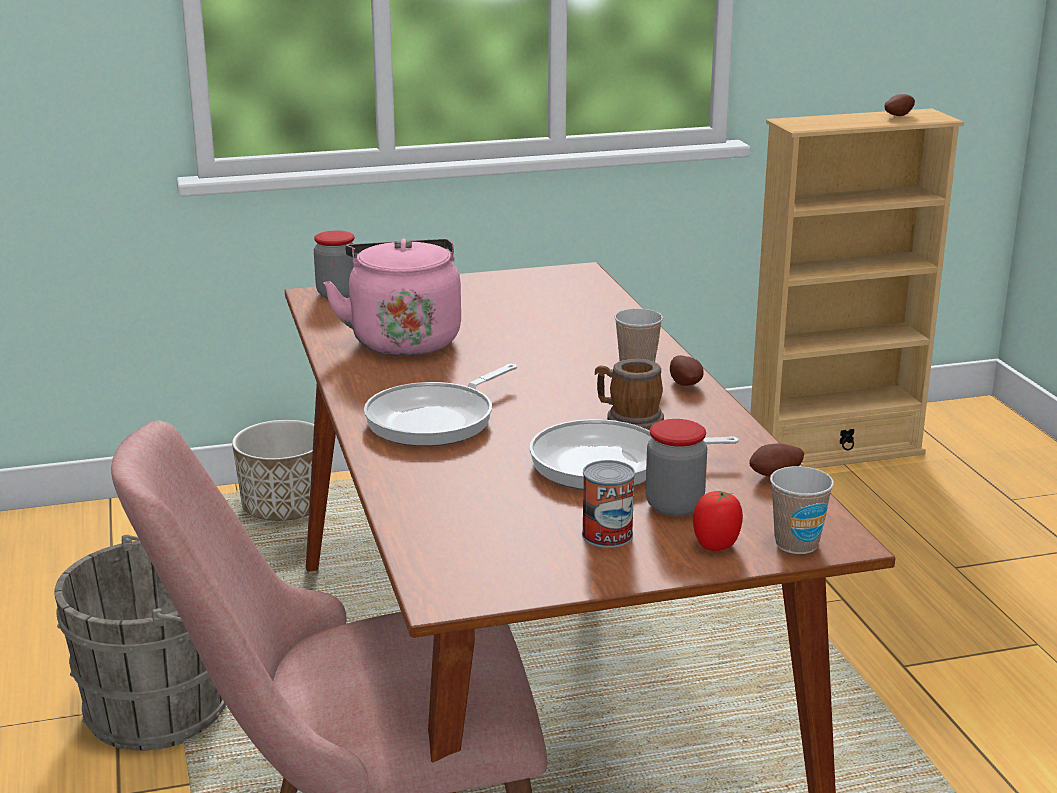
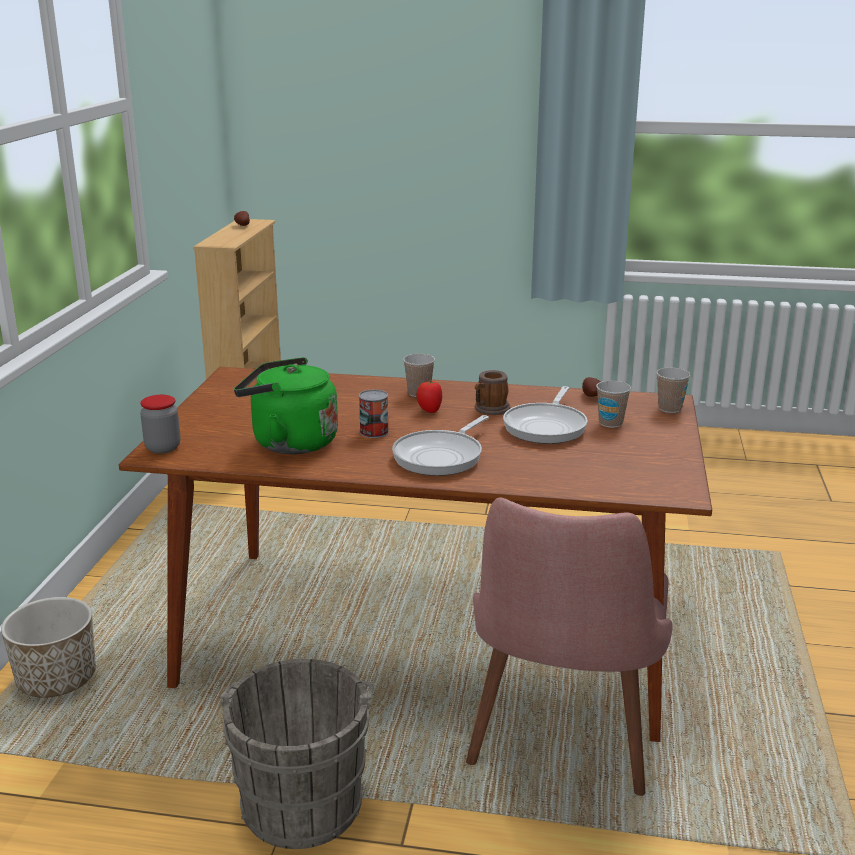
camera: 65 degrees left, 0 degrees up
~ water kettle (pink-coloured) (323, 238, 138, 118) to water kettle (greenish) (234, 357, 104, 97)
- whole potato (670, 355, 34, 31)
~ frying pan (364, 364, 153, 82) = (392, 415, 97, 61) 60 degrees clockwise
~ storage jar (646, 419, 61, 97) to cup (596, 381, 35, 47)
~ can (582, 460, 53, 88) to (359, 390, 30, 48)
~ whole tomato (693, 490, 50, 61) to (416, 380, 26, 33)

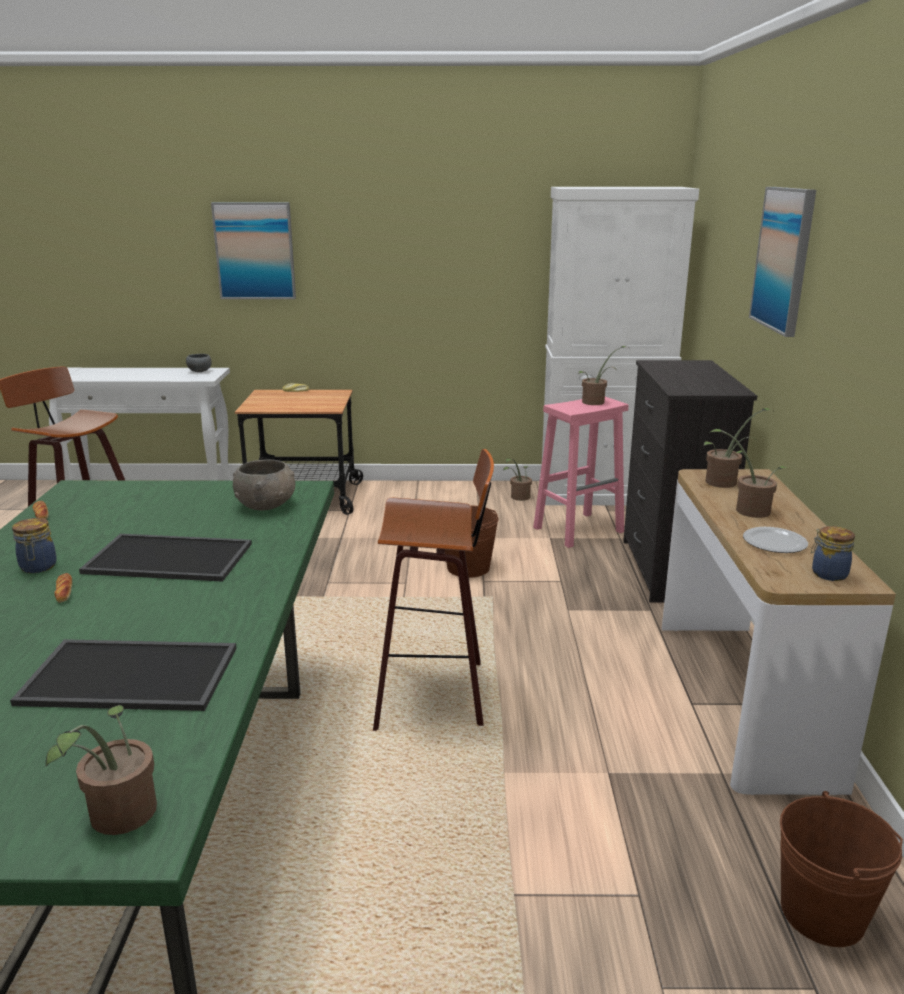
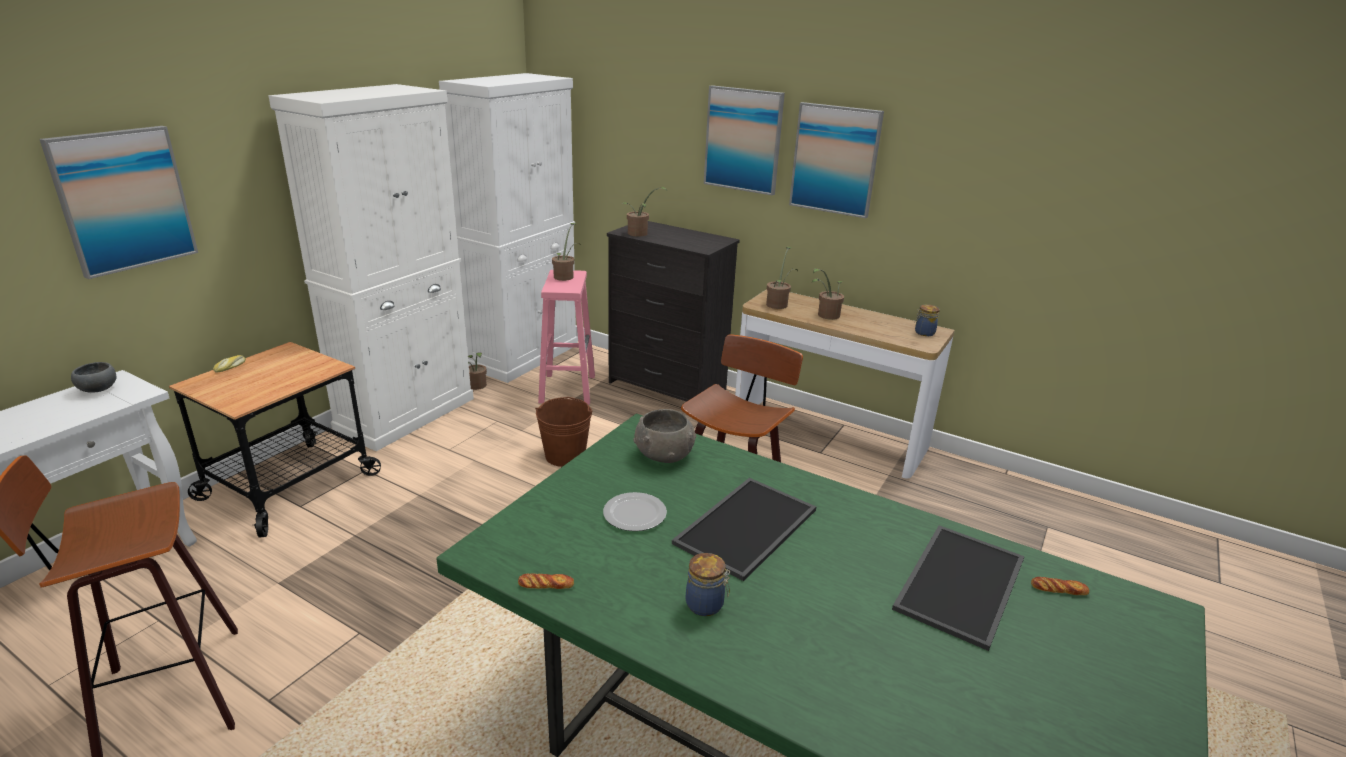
camera: 60 degrees left, 5 degrees up
~ dinner plate (743, 527, 65, 26) to (603, 492, 64, 39)
~ baked bread (54, 573, 18, 30) to (1031, 577, 58, 18)
~ plant in a pot (46, 705, 111, 130) to (622, 187, 45, 50)
- water bucket (brownish) (780, 791, 123, 156)
+ cabinet (white-coloured) (268, 84, 206, 367)
+ wall art (789, 102, 95, 116)

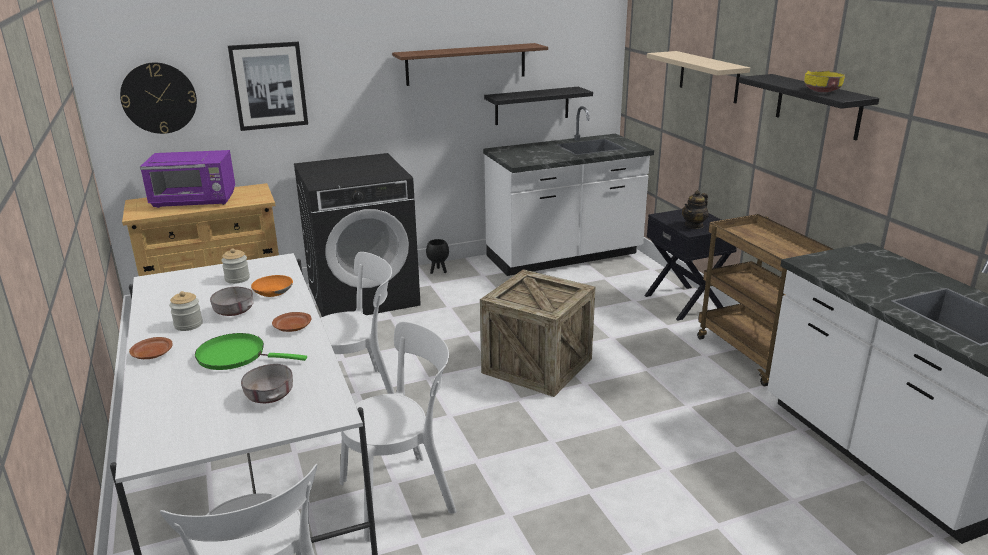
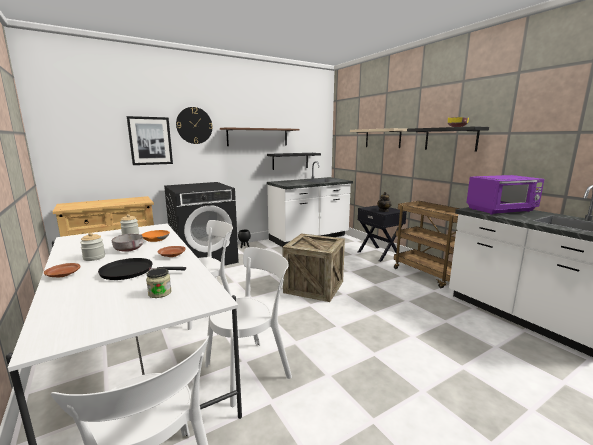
camera: 10 degrees left, 10 degrees down
~ hanging clock (120, 63, 77, 71) to (176, 107, 37, 37)
~ microwave oven (purplish) (140, 150, 95, 58) to (466, 175, 78, 40)
~ frying pan (greenish) (195, 333, 112, 37) to frying pan (black) (98, 258, 88, 22)
~ bowl (greyish) (241, 364, 52, 39) to storage jar (146, 268, 26, 30)

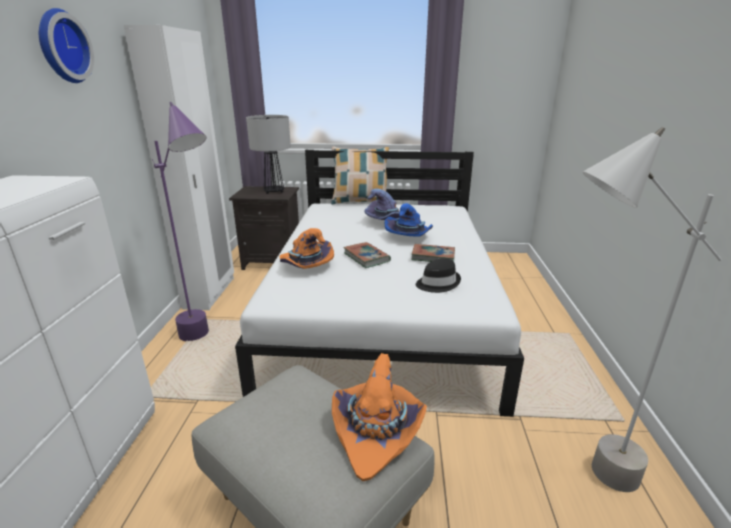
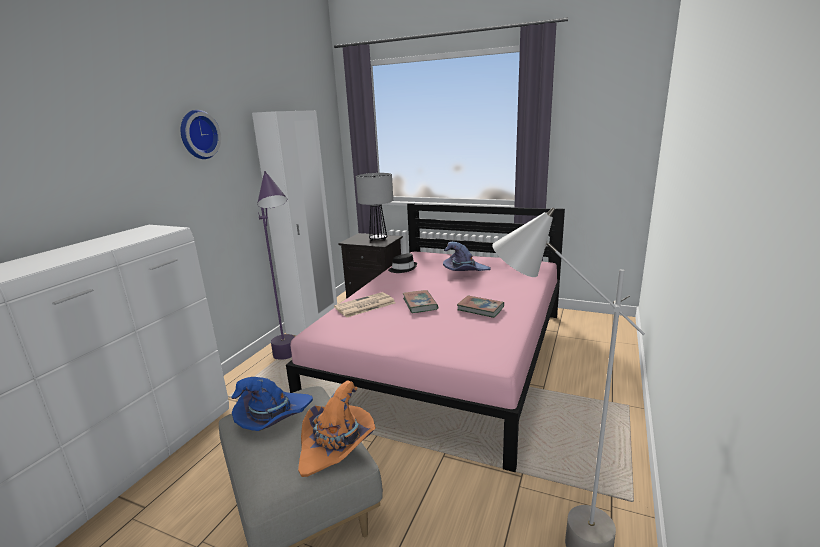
camera: 20 degrees right, 5 degrees down
- throw pillow (331, 147, 58, 58)
~ sleeping bed (white-coloured) (235, 150, 289, 267) to sleeping bed (pink-coloured) (286, 203, 279, 269)
~ hat (blue) (385, 203, 48, 33) to (231, 377, 82, 54)
~ hat (orangey) (280, 228, 54, 41) to printed paper (334, 292, 61, 26)
~ hat (black) (416, 258, 45, 35) to (388, 253, 29, 20)

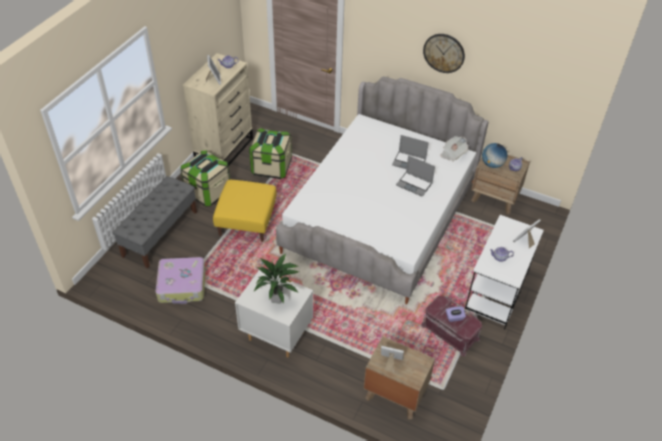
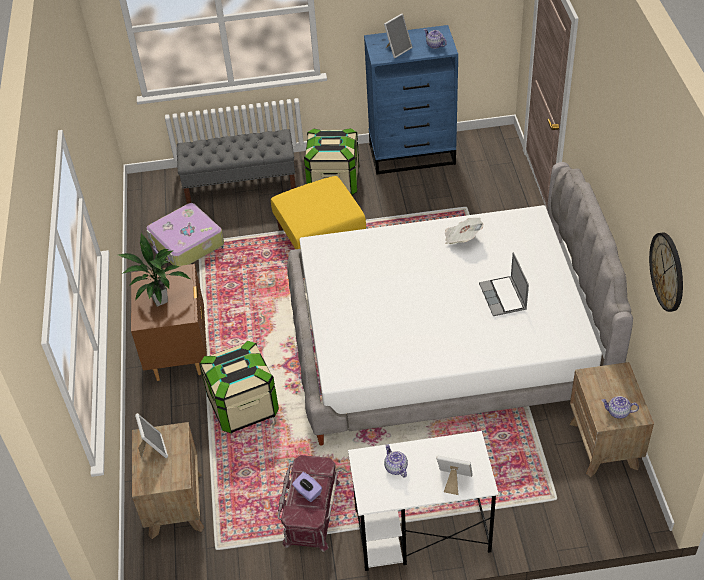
camera: 60 degrees right, 0 degrees up
~ hanging clock (423, 34, 42, 39) to (649, 232, 34, 80)
~ drawer chest (sand-coloured) (183, 53, 70, 113) to drawer chest (blue) (364, 25, 94, 150)
~ storage container (249, 128, 43, 51) to (199, 341, 80, 92)
~ printed paper (440, 136, 28, 26) to (445, 218, 38, 26)
- globe (482, 143, 26, 25)
- portable computer (396, 155, 39, 42)
~ bedside table (white-coloured) (235, 270, 78, 88) to bedside table (brownish) (131, 264, 76, 117)

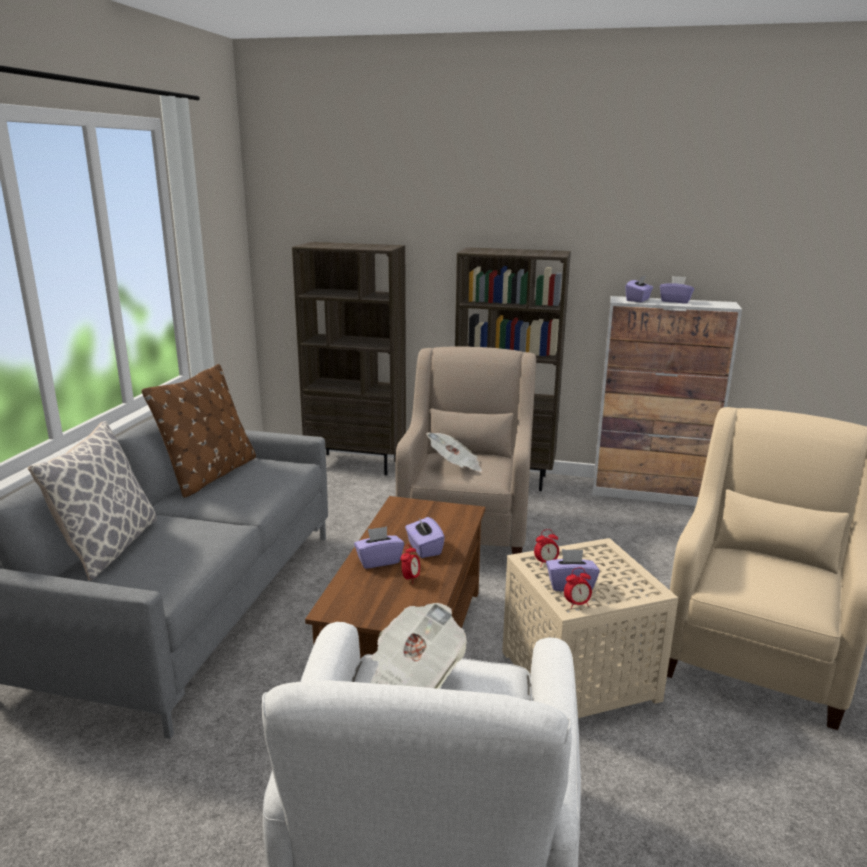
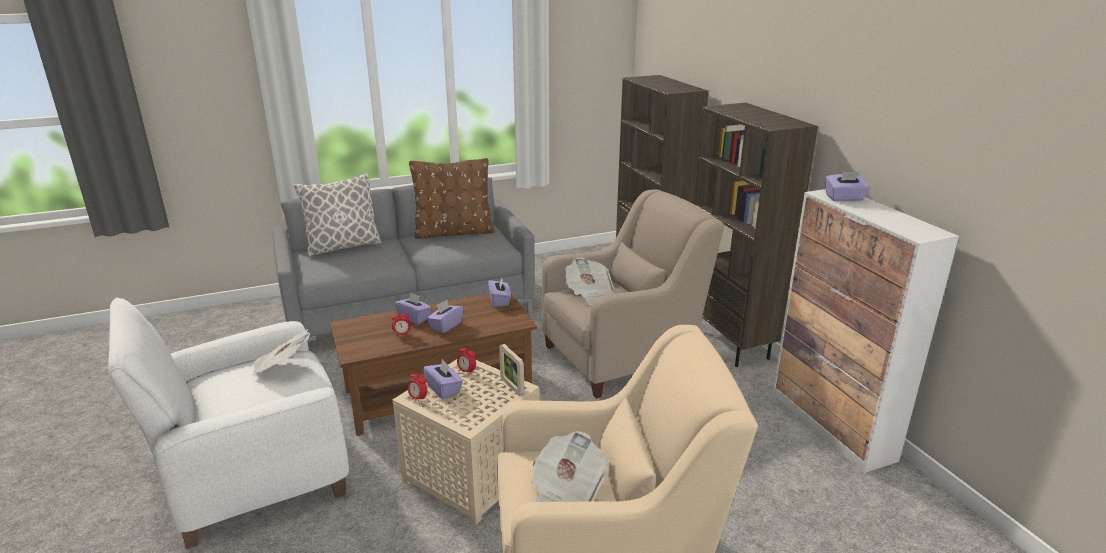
camera: 55 degrees right, 5 degrees up
~ tissue box (purplish) (660, 276, 34, 27) to (488, 278, 23, 29)
+ picture frame (499, 344, 25, 52)
+ printed paper (531, 431, 78, 71)

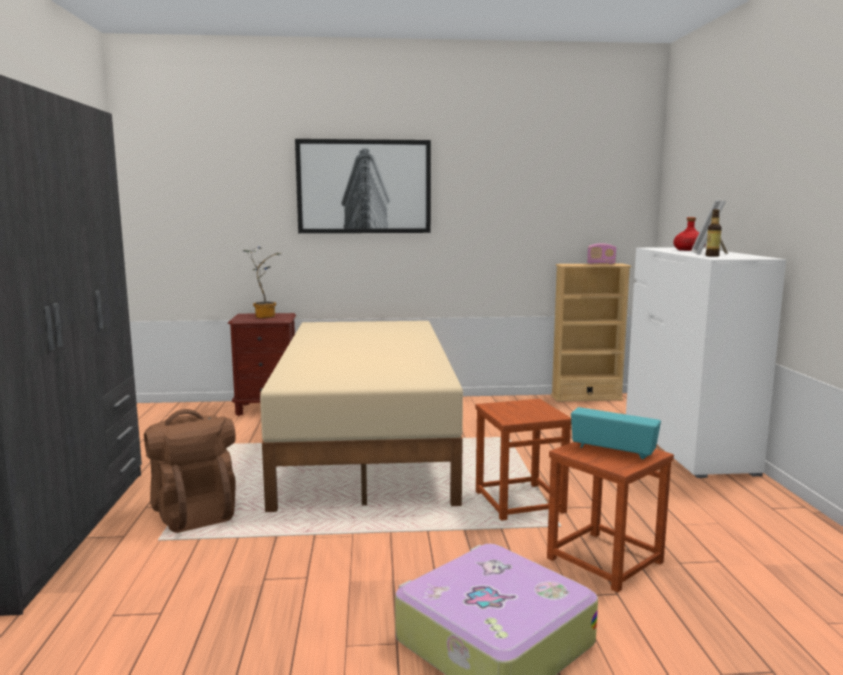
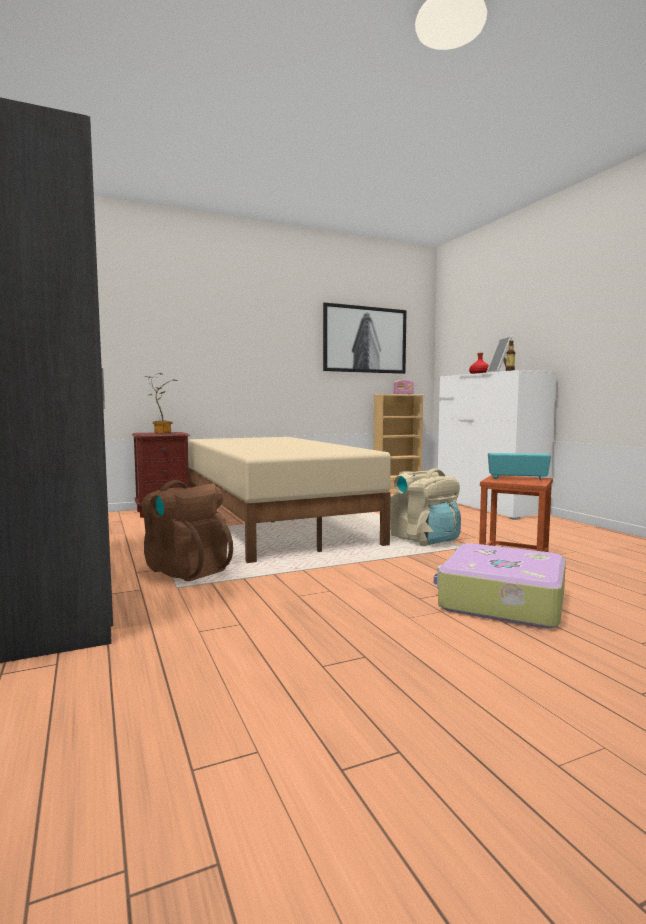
camera: 20 degrees left, 5 degrees down
~ wall art (295, 139, 136, 94) to (323, 302, 84, 72)
~ stool seat (brownish) (476, 399, 95, 122) to knapsack (sand-coloured) (390, 468, 71, 78)

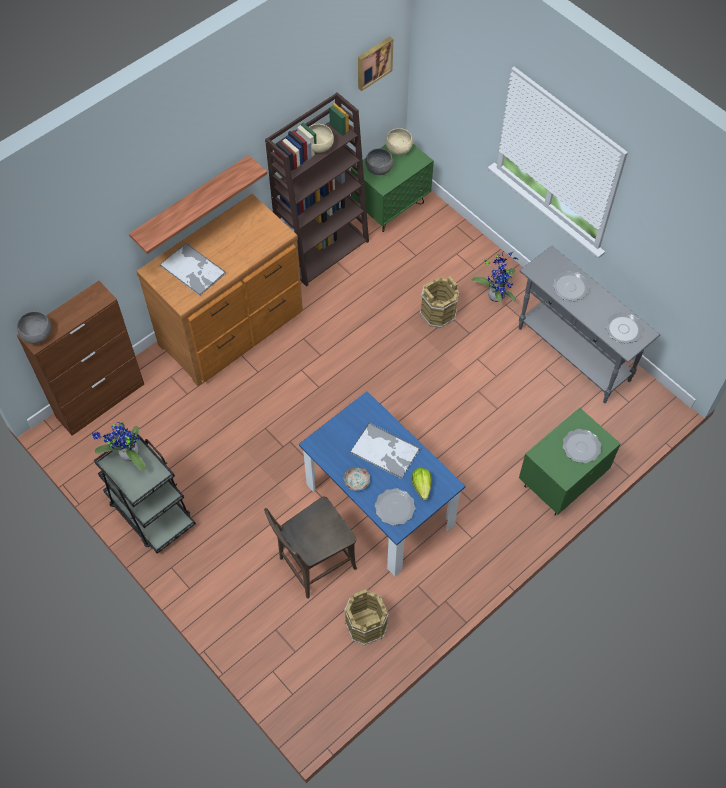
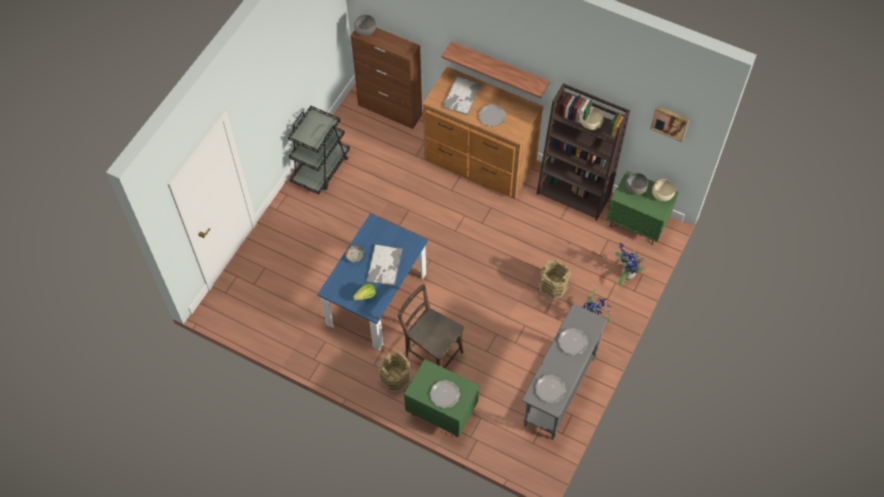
camera: 70 degrees right, 0 degrees up
~ plant in a pot (92, 421, 54, 50) to (615, 243, 30, 43)
~ dinner plate (375, 488, 40, 38) to (479, 105, 27, 22)
~ upright chair (brownish) (264, 497, 93, 102) to (398, 284, 66, 84)
~ water bucket (brownish) (344, 589, 44, 56) to (378, 352, 32, 41)

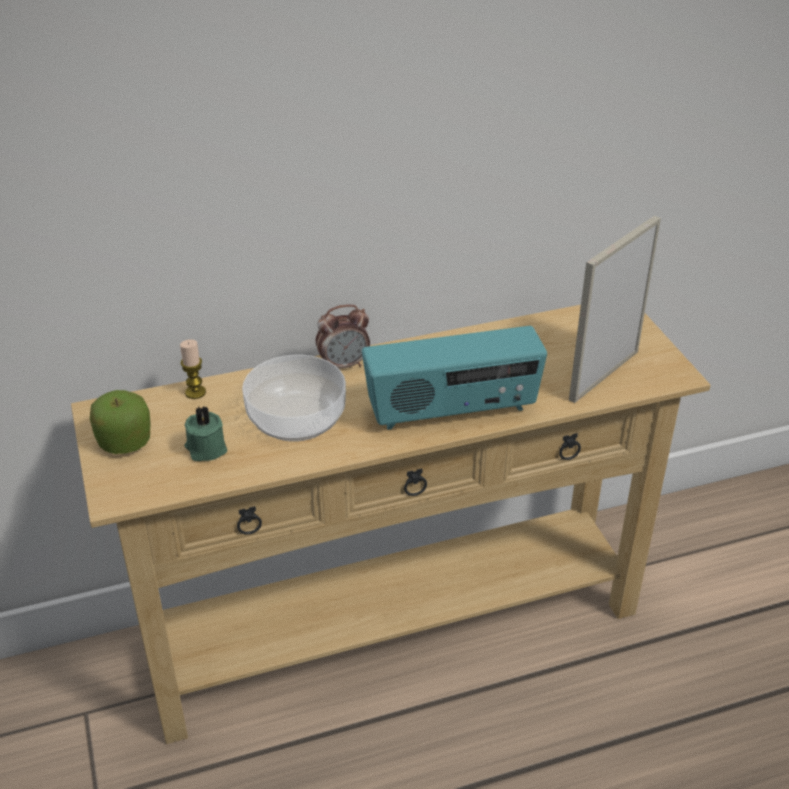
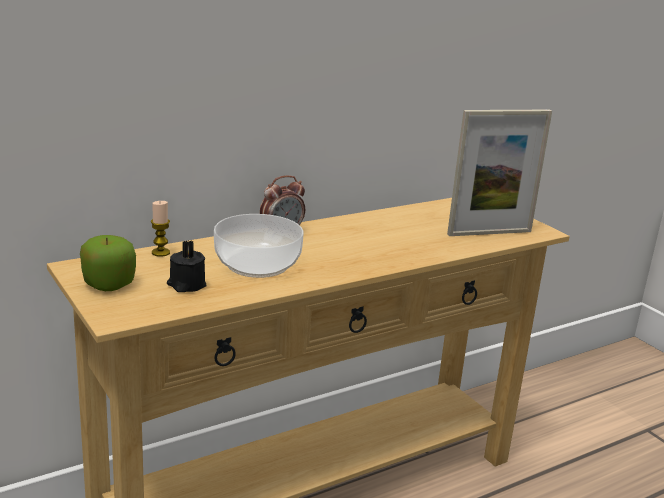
camera: 15 degrees left, 15 degrees down
~ picture frame (569, 216, 92, 187) = (447, 110, 105, 126) 135 degrees counterclockwise
- radio (362, 326, 185, 104)
~ candle (greenish) (184, 406, 43, 55) to candle (black) (167, 240, 39, 52)

